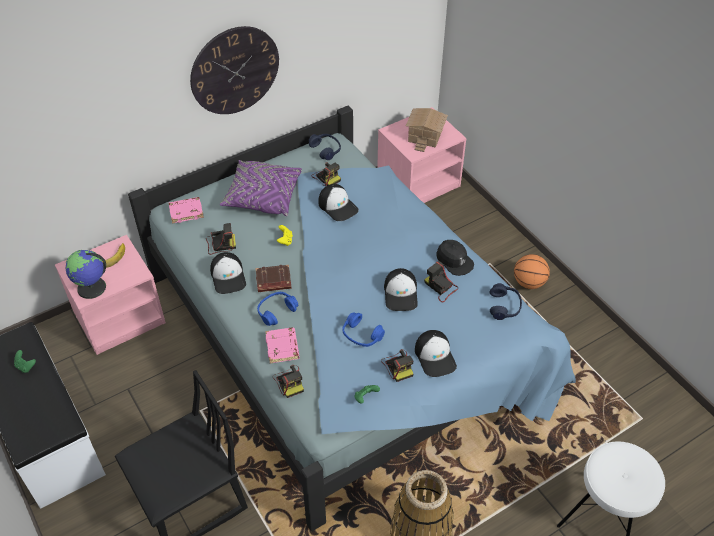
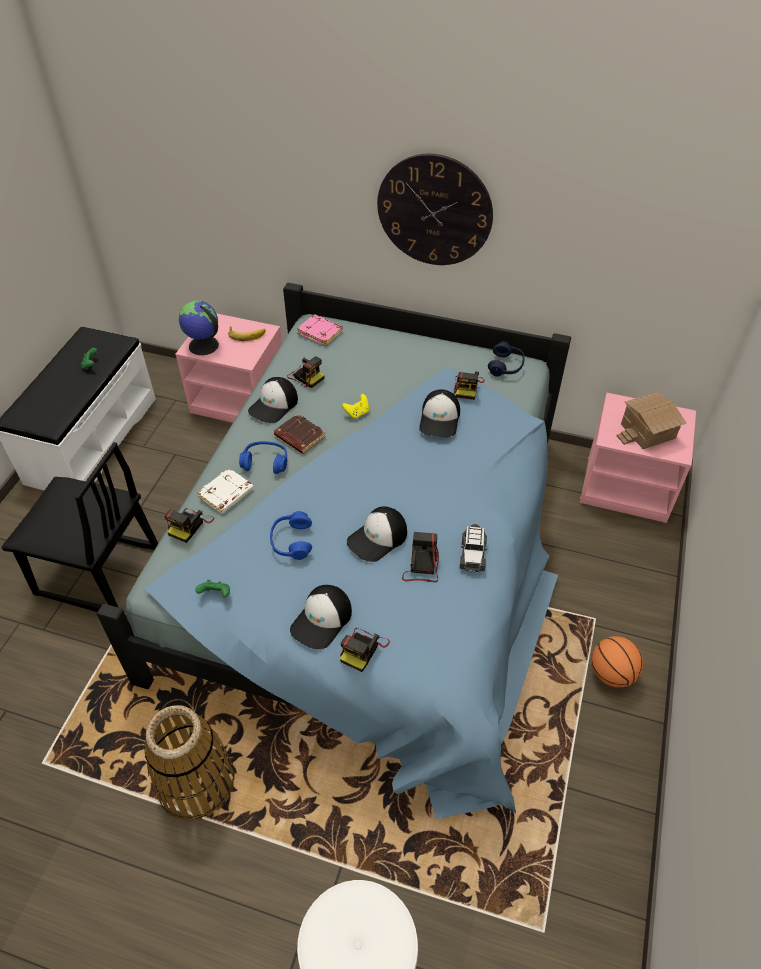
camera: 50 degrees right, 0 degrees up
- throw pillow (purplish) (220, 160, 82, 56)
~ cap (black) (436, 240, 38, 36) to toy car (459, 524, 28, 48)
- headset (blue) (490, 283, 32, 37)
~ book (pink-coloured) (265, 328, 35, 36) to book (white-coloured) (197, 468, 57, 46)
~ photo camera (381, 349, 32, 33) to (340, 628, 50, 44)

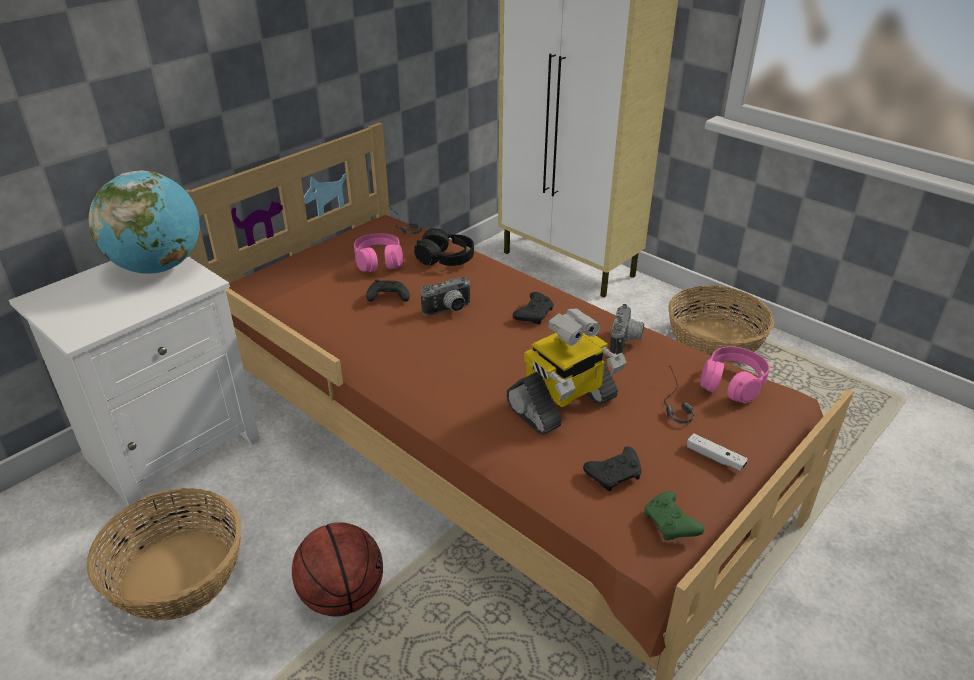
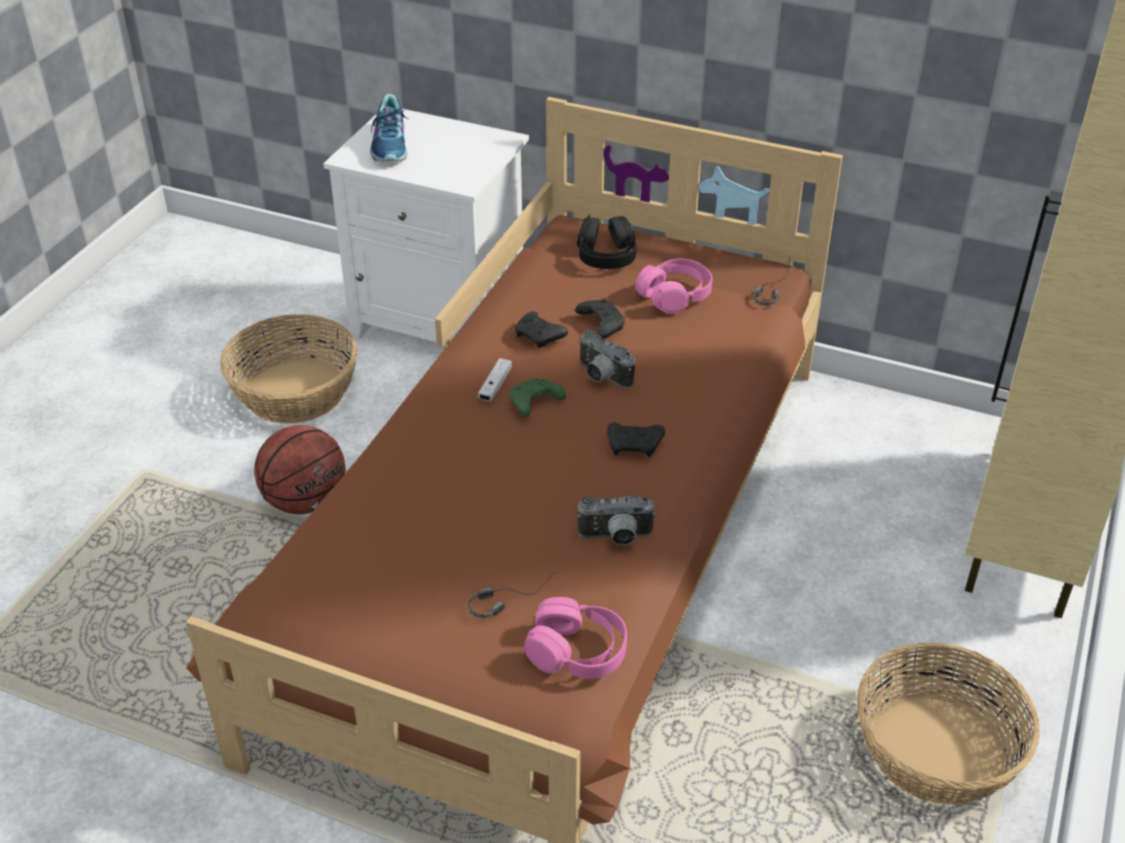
camera: 70 degrees right, 5 degrees up
- globe (89, 170, 111, 104)
~ headset (black) (414, 228, 60, 38) to (577, 215, 60, 54)
- model robot (506, 309, 120, 126)
~ gamepad (white-coloured) (687, 433, 61, 38) to (478, 358, 34, 43)
~ gamepad (black) (583, 446, 58, 45) to (515, 311, 53, 37)
~ gamepad (greenish) (644, 491, 60, 49) to (510, 378, 56, 38)
+ shoe (370, 94, 38, 67)

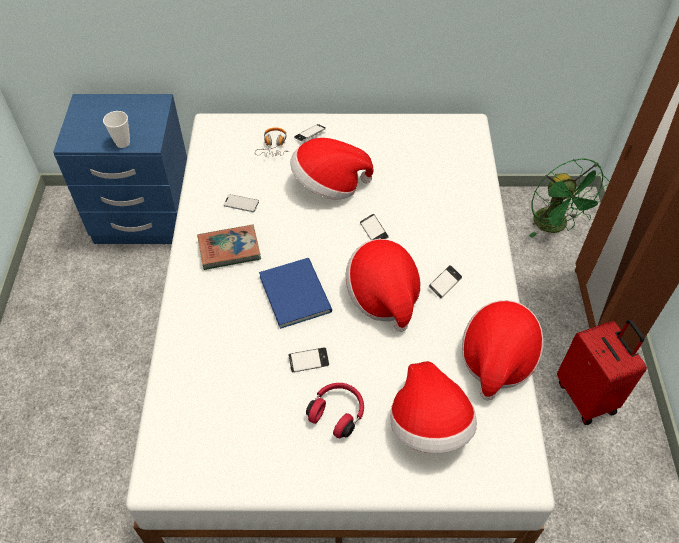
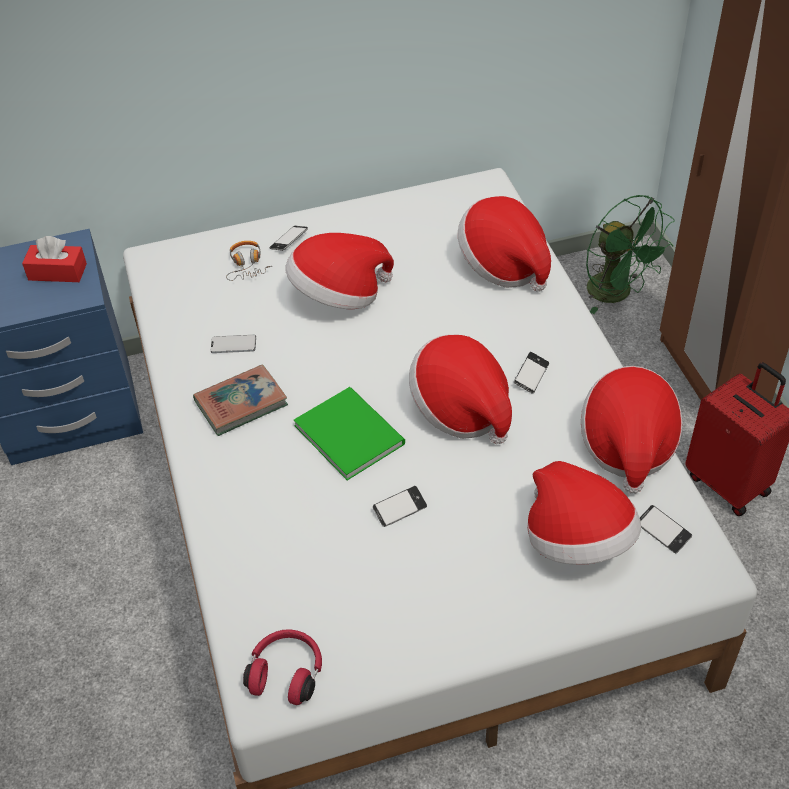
camera: 15 degrees left, 5 degrees down
- cup (103, 111, 27, 37)
~ telephone (360, 214, 29, 26) to (640, 505, 52, 48)
~ book (blue) (259, 258, 73, 71) to book (greenish) (294, 387, 111, 93)
~ headset (red) (306, 383, 58, 55) to (243, 629, 79, 76)
+ hat (458, 196, 93, 95)
+ tissue box (red) (22, 236, 65, 46)

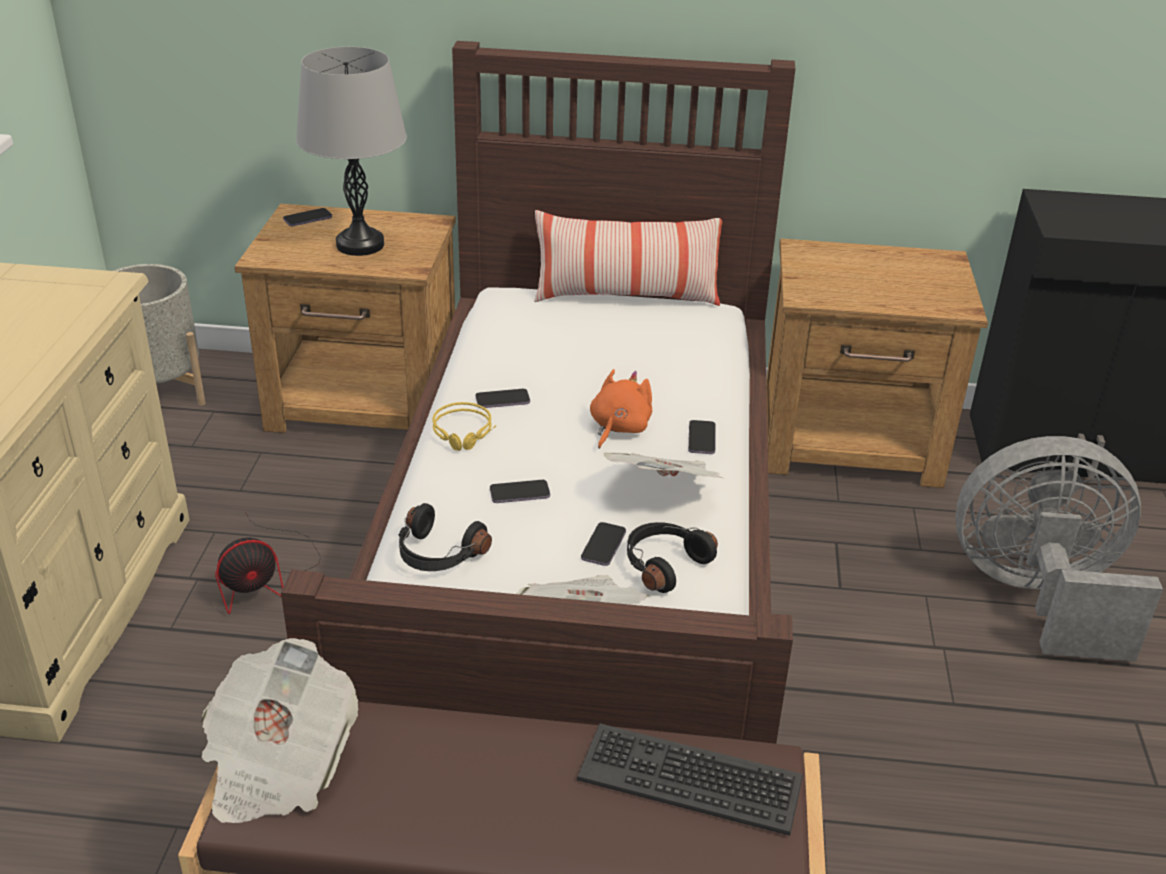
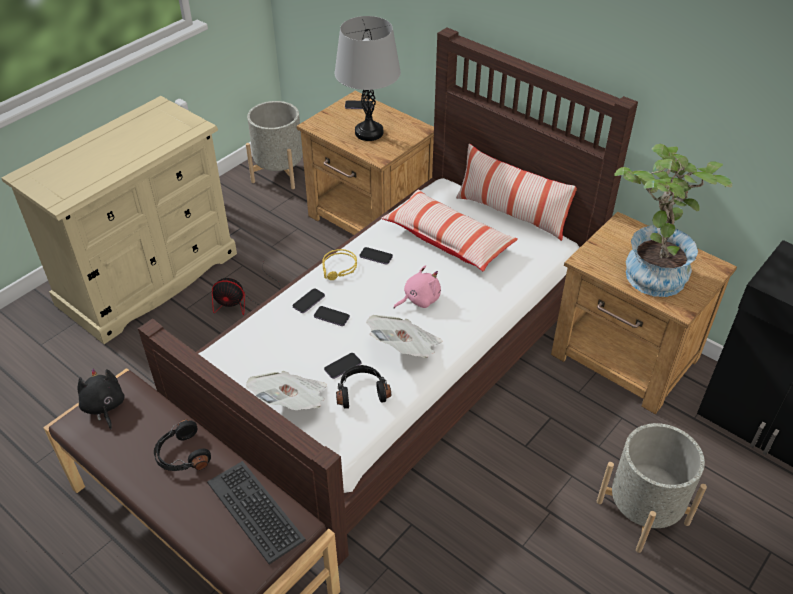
camera: 35 degrees right, 10 degrees up
~ soft toy (orangey) (590, 369, 62, 80) to soft toy (pink-coloured) (394, 265, 47, 44)
~ telephone (688, 420, 28, 34) to (292, 288, 33, 25)
~ cooling fan (greyish) (956, 436, 207, 226) to plant pot (greyish) (597, 423, 110, 130)
~ headset (black) (398, 503, 94, 68) to (154, 419, 57, 52)
~ printed paper (201, 638, 158, 185) to soft toy (black) (77, 368, 47, 62)
+ plant in a pot (614, 144, 118, 153)
+ throw pillow (381, 190, 137, 81)

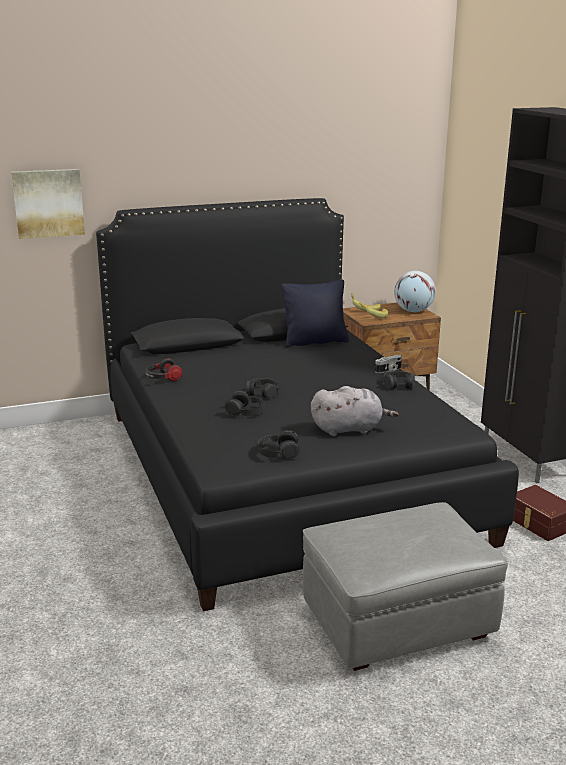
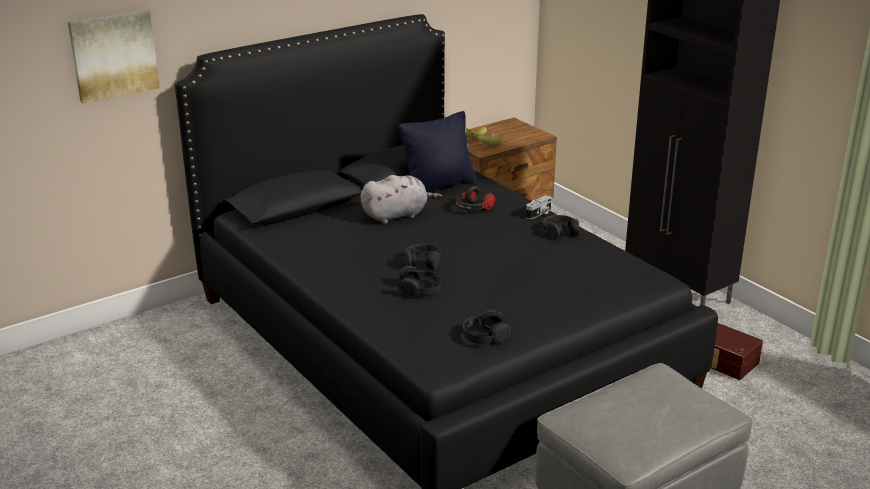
camera: 15 degrees left, 5 degrees up
- globe (394, 271, 42, 41)
~ headset (145, 358, 38, 23) to (456, 186, 39, 24)
~ soft toy (greyish) (311, 386, 88, 50) to (360, 175, 82, 49)

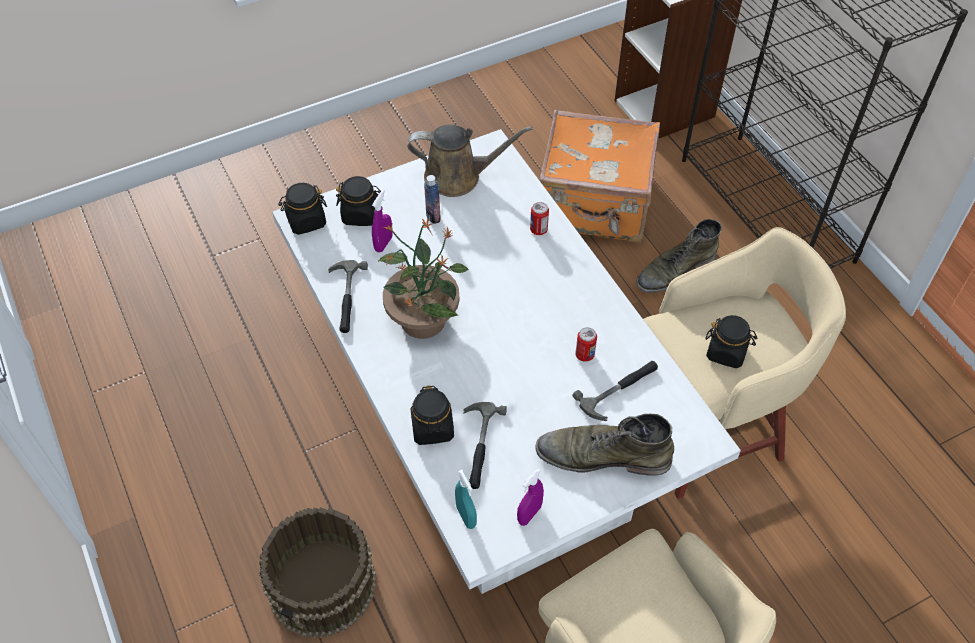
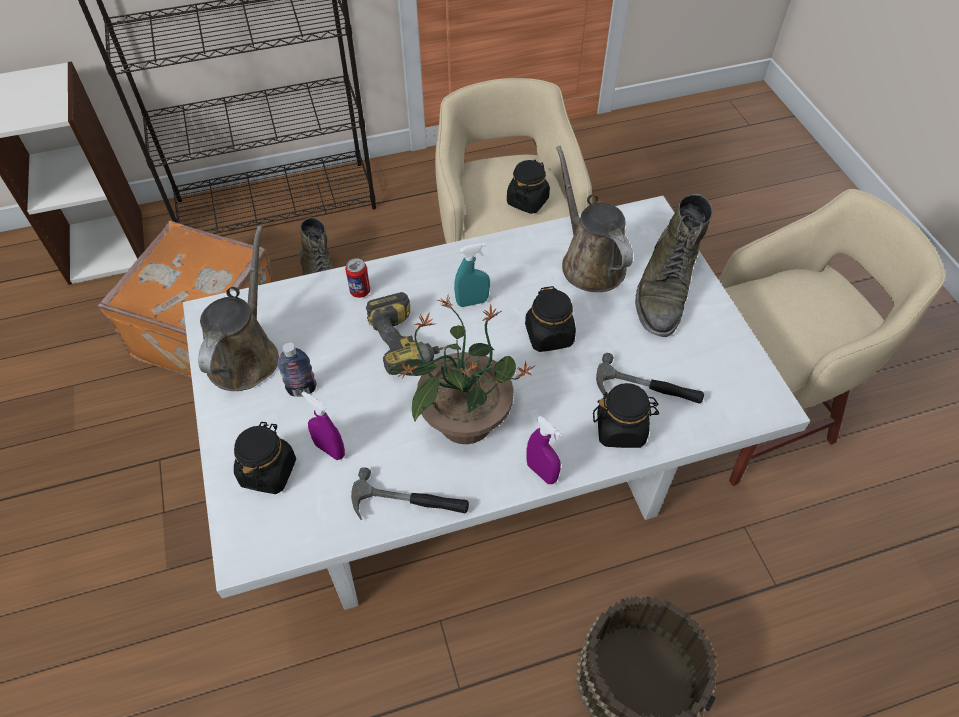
camera: 80 degrees left, 0 degrees up
~ storage jar (black) (278, 183, 49, 52) to (525, 286, 51, 66)
- can (575, 327, 22, 35)
~ tool hammer (573, 361, 85, 60) to watering can (brownish) (556, 146, 77, 146)
~ spray bottle (purplish) (517, 468, 27, 58) to (526, 416, 36, 68)
~ spray bottle (turquoise-coloured) (455, 470, 22, 59) to (454, 243, 36, 64)
+ power drill (366, 292, 84, 83)

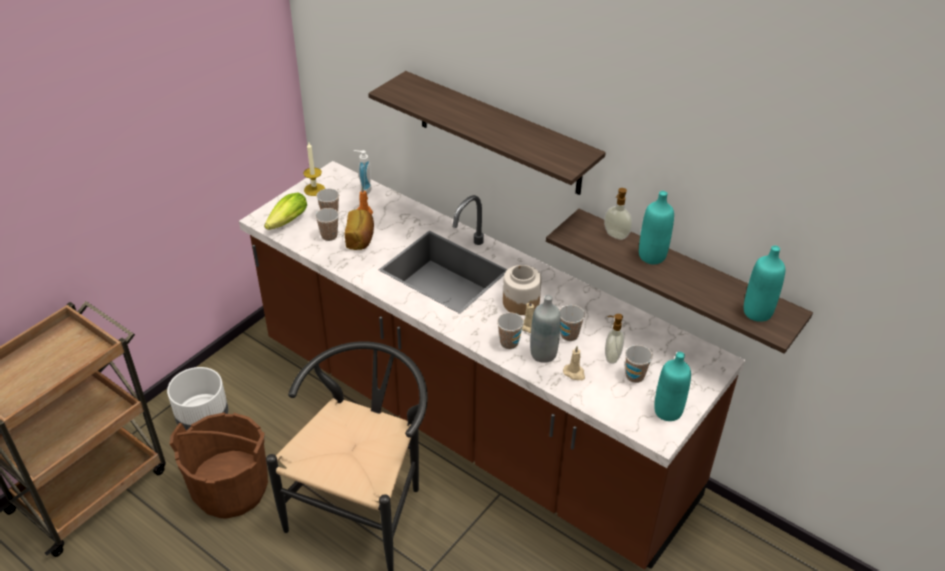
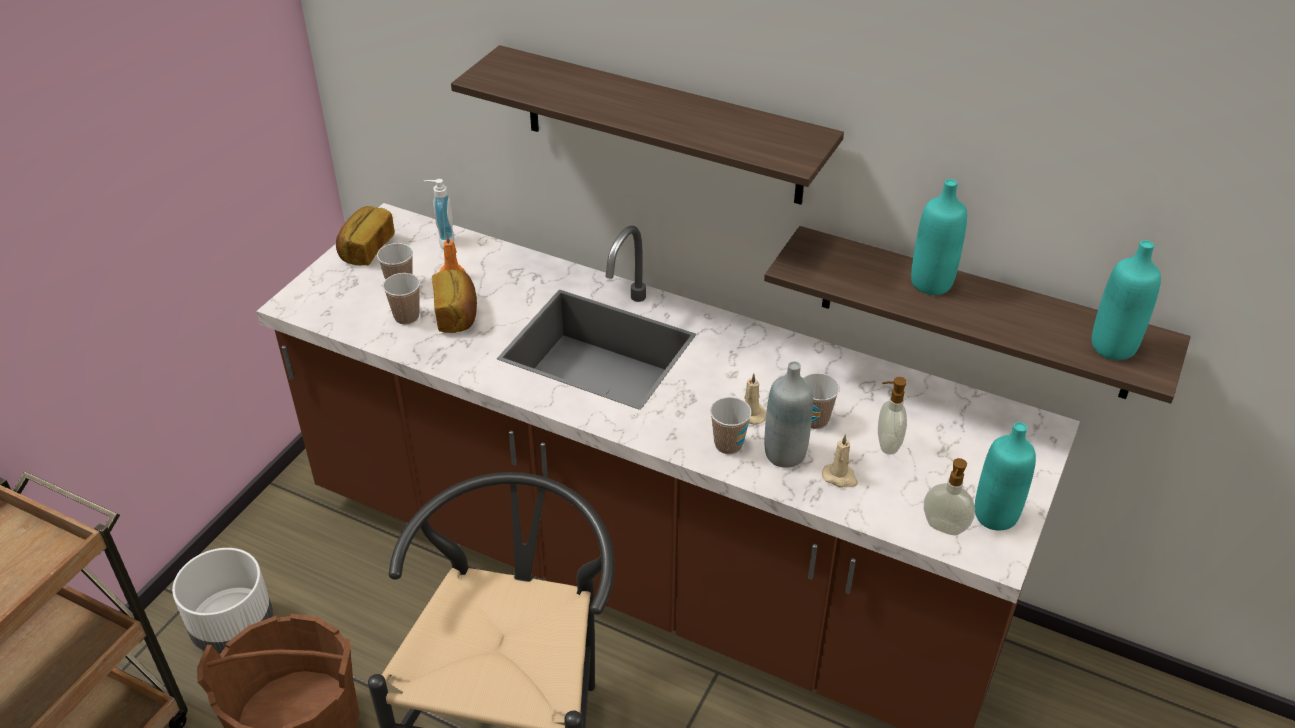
camera: 10 degrees left, 0 degrees up
~ candle (303, 143, 22, 53) to baked bread (336, 206, 59, 60)
~ liquid soap bottle (604, 188, 28, 52) to (924, 458, 51, 77)
- head of lettuce (264, 193, 43, 37)
- storage jar (503, 265, 38, 50)
- cup (625, 345, 28, 38)

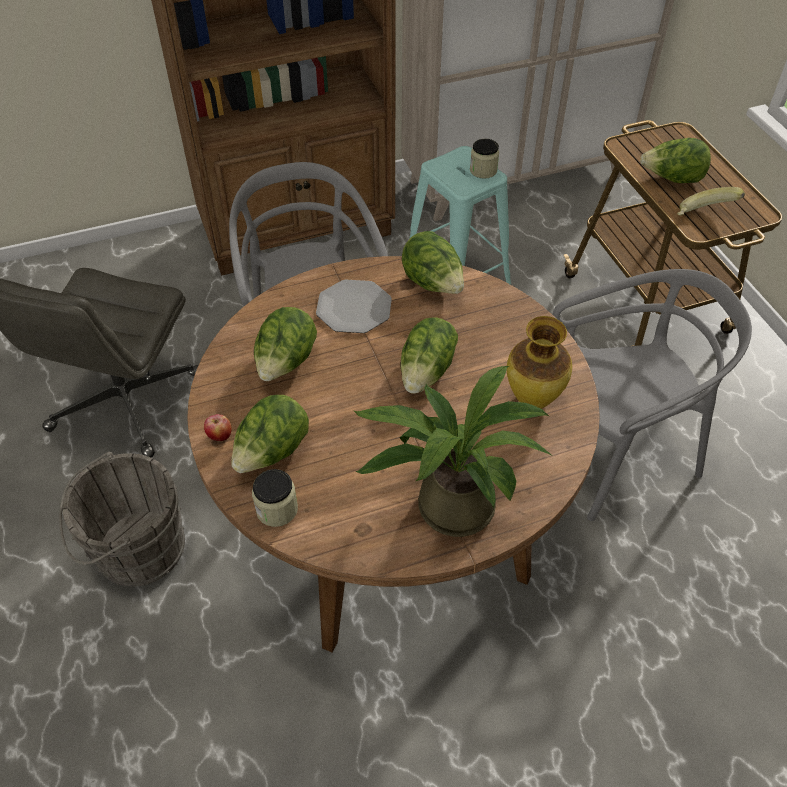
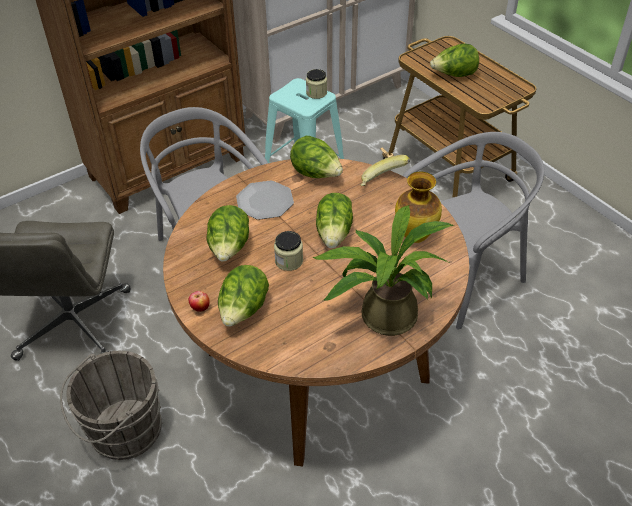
camera: 15 degrees left, 5 degrees down
~ banana fruit (677, 187, 68, 29) to (360, 155, 50, 31)
~ storage jar (252, 469, 46, 58) to (274, 231, 29, 40)

